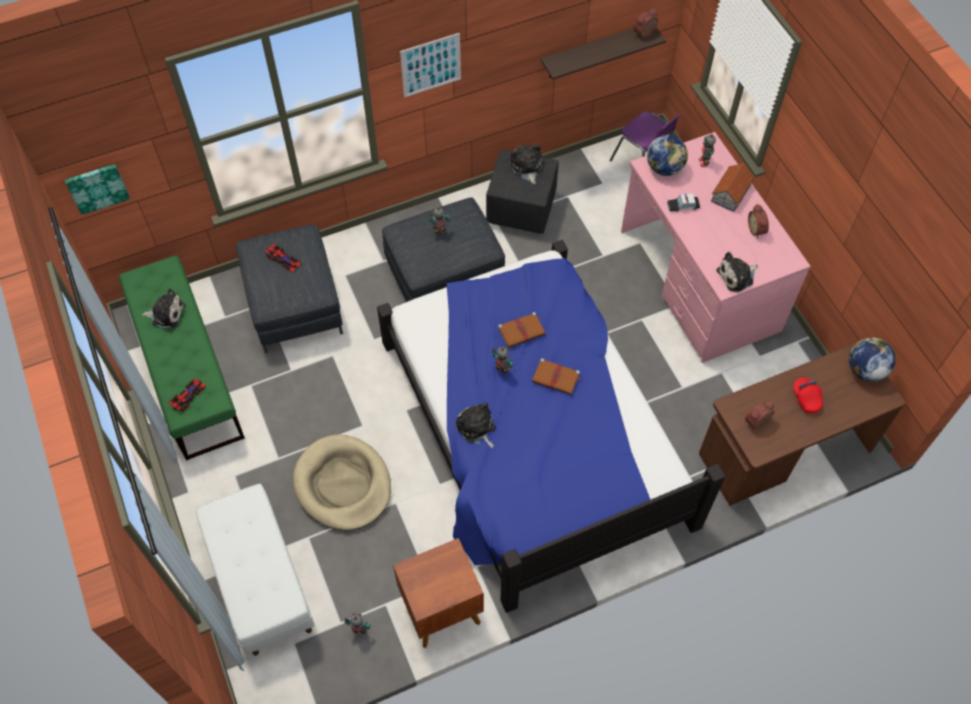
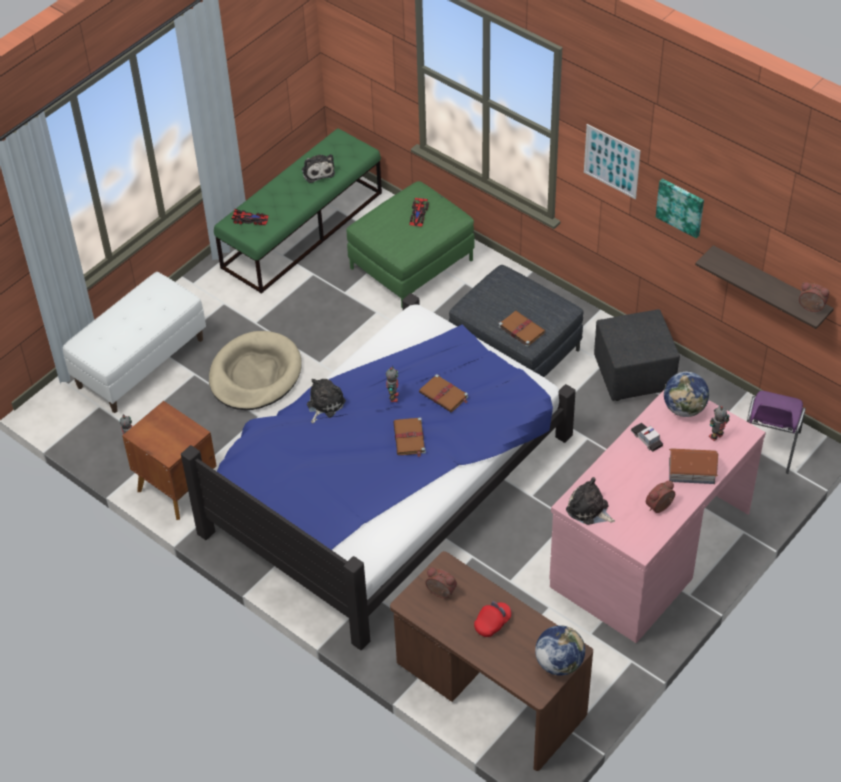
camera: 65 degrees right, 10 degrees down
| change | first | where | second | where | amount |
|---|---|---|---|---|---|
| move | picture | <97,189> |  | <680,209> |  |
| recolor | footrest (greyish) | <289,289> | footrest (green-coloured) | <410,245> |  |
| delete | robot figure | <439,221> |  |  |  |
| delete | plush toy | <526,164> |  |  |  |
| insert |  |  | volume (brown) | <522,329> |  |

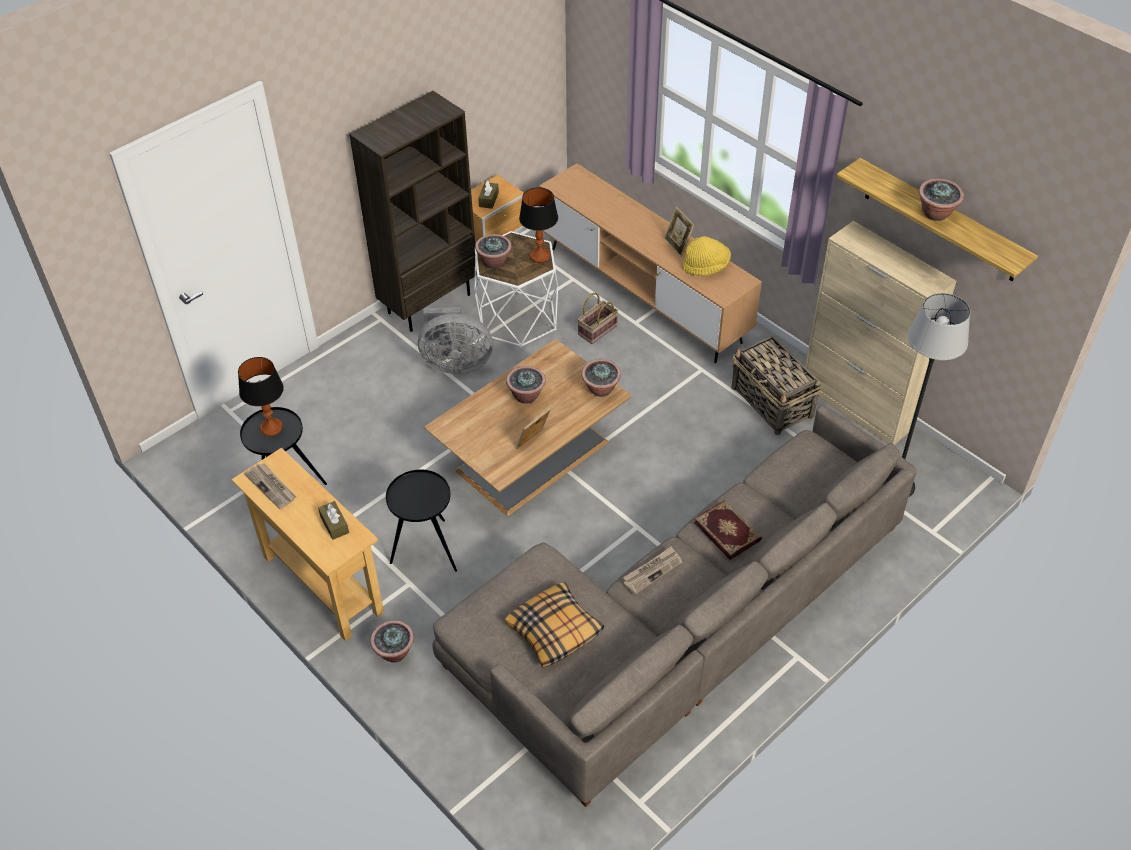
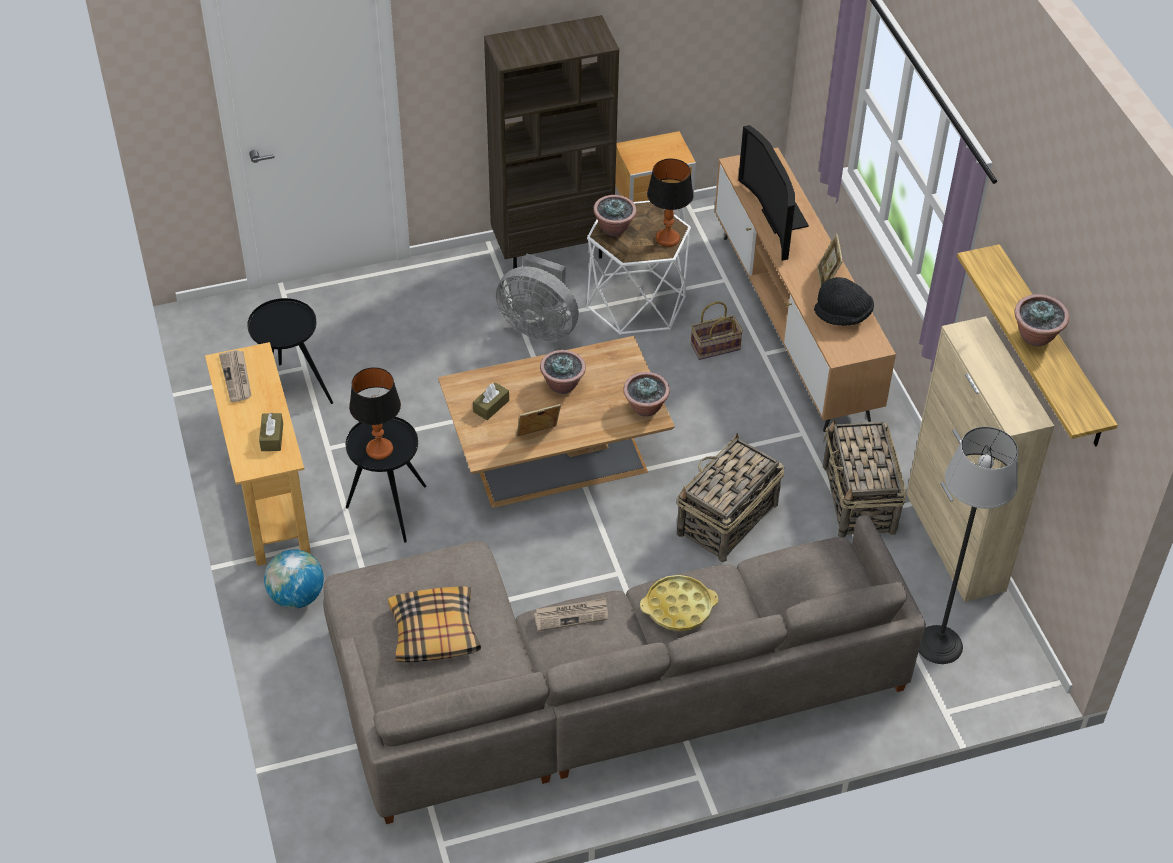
camera: 25 degrees right, 0 degrees up
| change | first | where | second | where | amount |
|---|---|---|---|---|---|
| move | lamp for a table | <261,396> |  | <375,413> |  |
| replace | potted plant | <392,641> | desk globe | <294,579> |  |
| move | tissue holder (brown) | <488,195> |  | <491,401> |  |
| recolor | clothing hat (yellow) | <707,256> | clothing hat (black) | <844,301> |  |
| replace | volume | <728,530> | tray (yellow) | <679,603> |  |
| insert |  |  | household basket | <731,497> |  |
| insert |  |  | television | <773,193> |  |

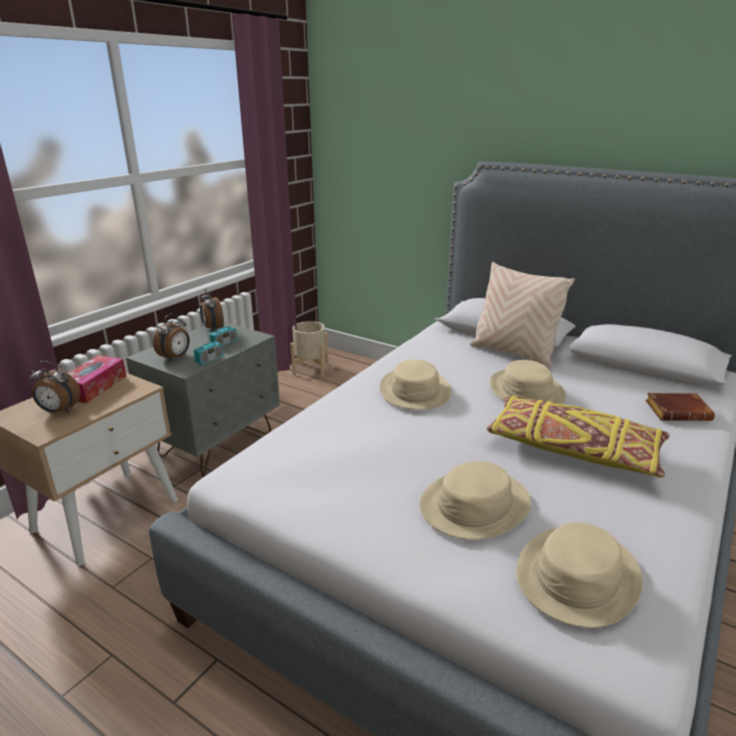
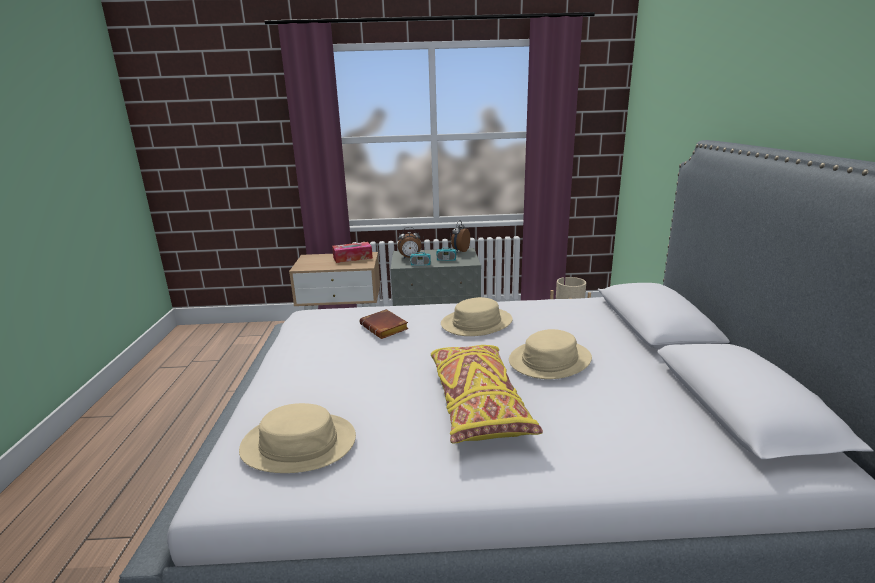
camera: 55 degrees right, 5 degrees down
| change | first | where | second | where | amount |
|---|---|---|---|---|---|
| delete | alarm clock | <55,387> |  |  |  |
| delete | clothing hat (beige-coloured) | <475,500> |  |  |  |
| delete | cushion (beige-coloured) | <522,314> |  |  |  |
| move | volume (brown) | <680,407> |  | <384,324> |  |

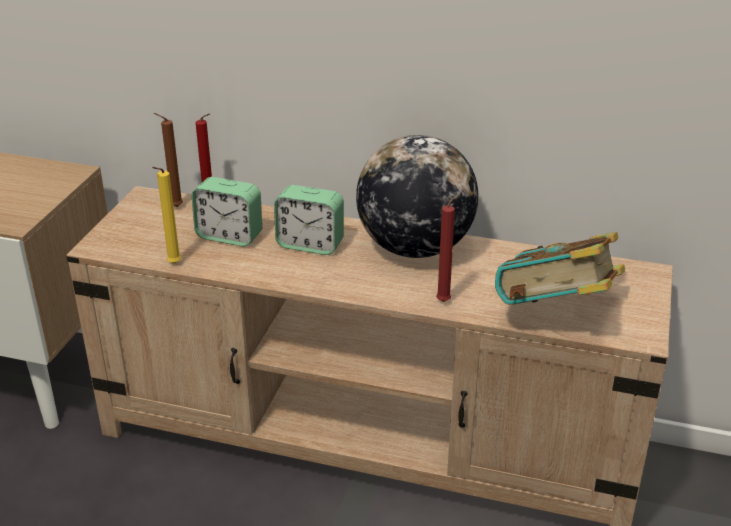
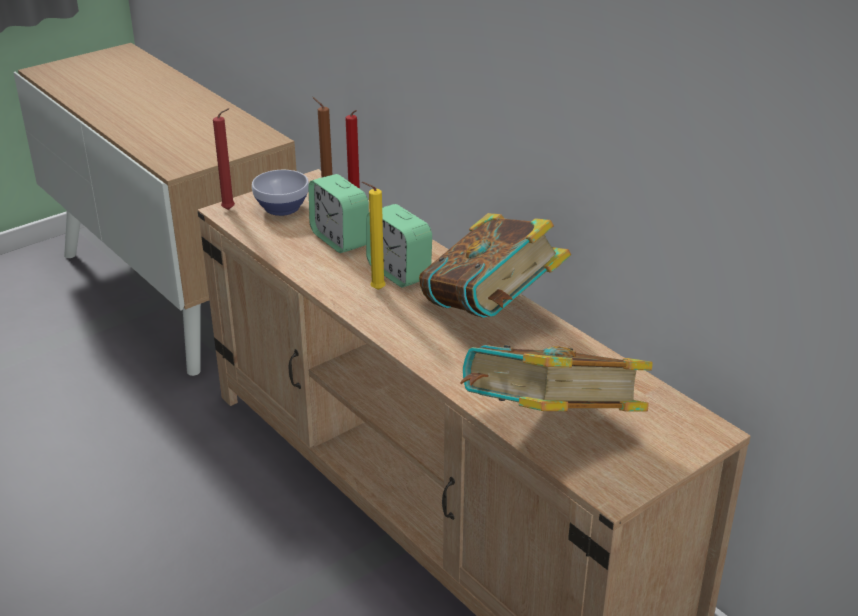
camera: 35 degrees right, 0 degrees up
| change | first | where | second | where | amount |
|---|---|---|---|---|---|
| move | wax candle (yellow) | <166,215> |  | <374,236> |  |
| replace | desk globe | <417,196> | volume | <495,265> |  |
| move | wax candle (reddish) | <448,248> |  | <224,159> |  |
| insert |  |  | bowl | <280,193> |  |

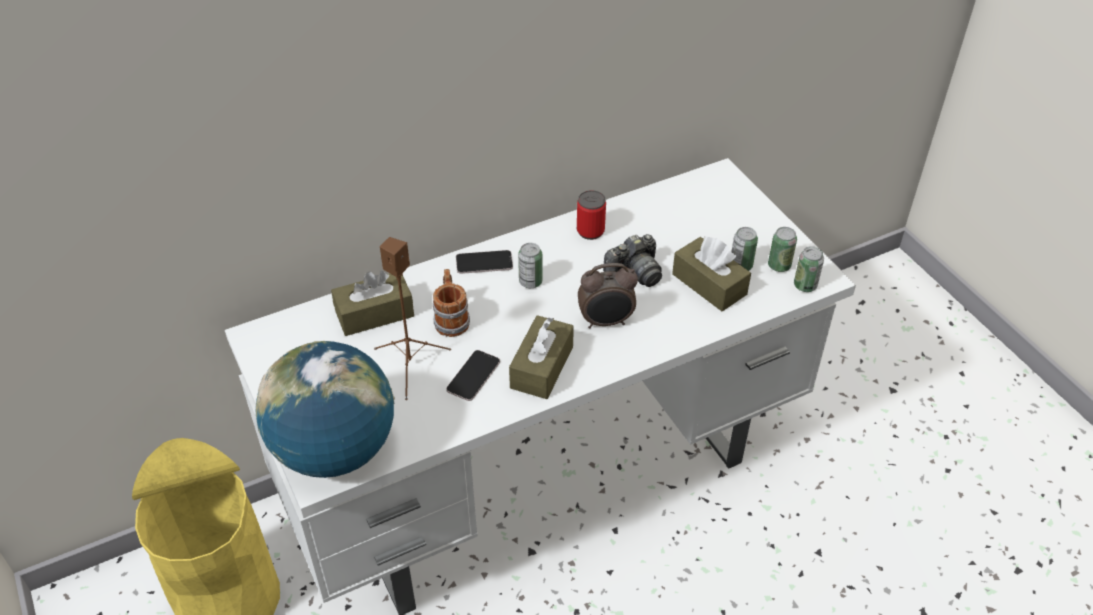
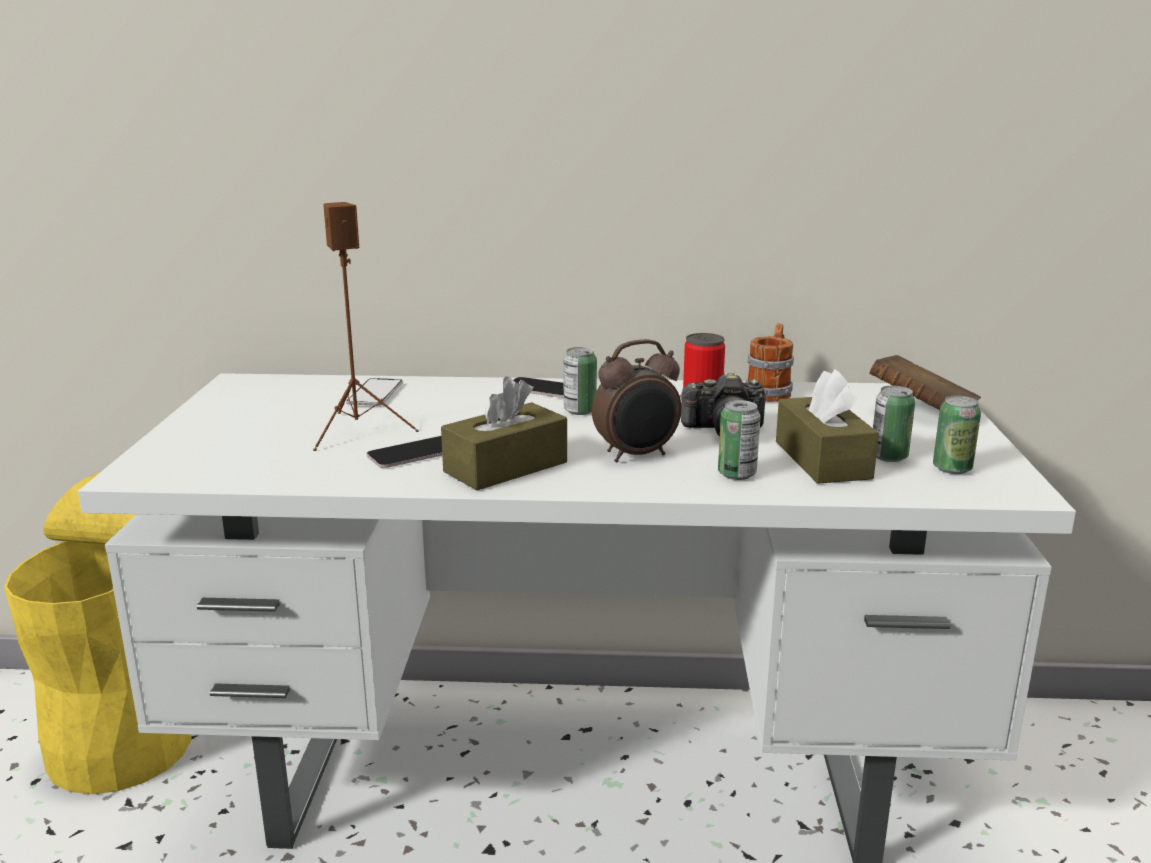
camera: 30 degrees right, 25 degrees down
| change | first | where | second | where | amount |
|---|---|---|---|---|---|
| delete | desk globe | <325,409> |  |  |  |
| replace | tissue holder (brown) | <372,303> | handset | <374,392> |  |
| move | mug | <451,303> |  | <770,362> |  |
| rotate | alarm clock | <608,295> |  | <636,400> | 45 degrees counterclockwise |
| move | metal can | <809,269> |  | <739,440> |  |
| insert |  |  | volume (brown) | <925,382> |  |

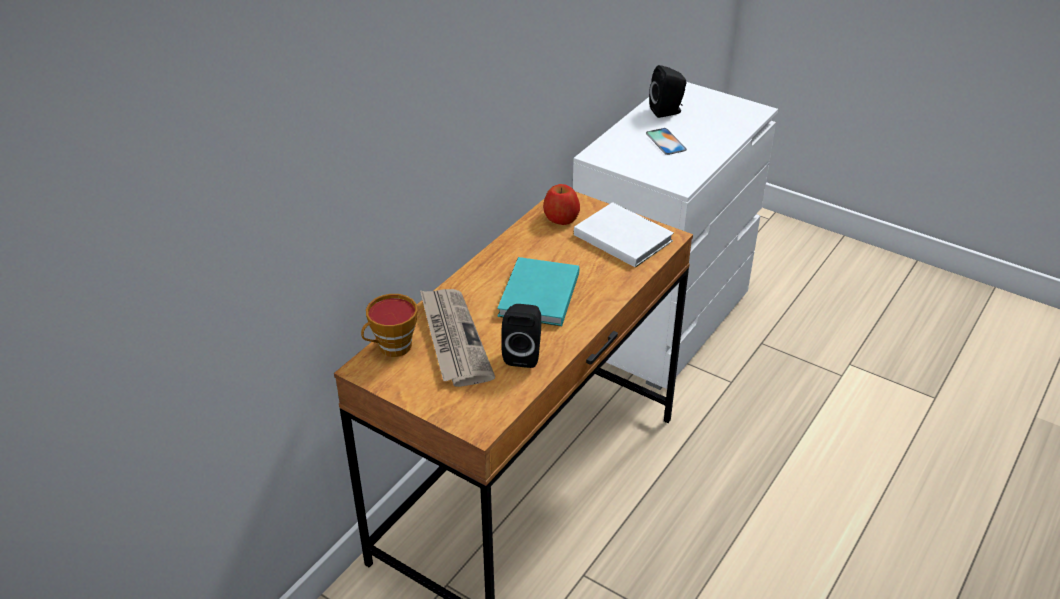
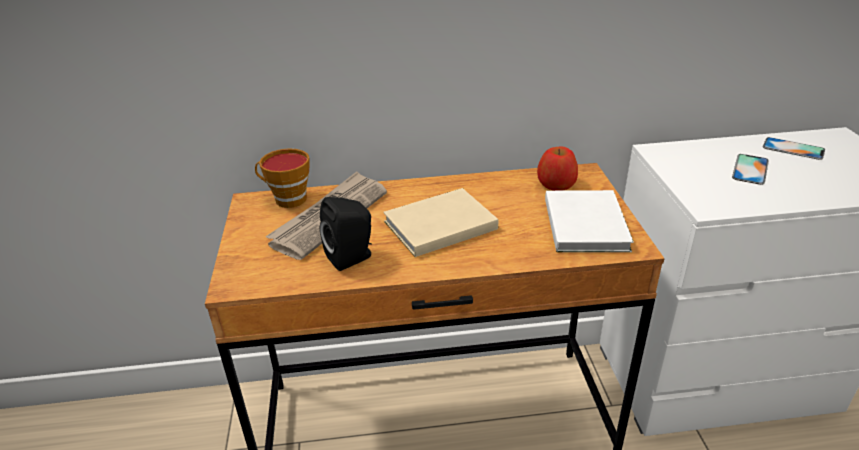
camera: 50 degrees right, 5 degrees down
| change | first | where | second | where | amount |
|---|---|---|---|---|---|
| recolor | volume (blue-green) | <538,291> | volume (beige-coloured) | <440,222> |  |
| replace | speaker (black) | <667,91> | handset | <794,148> |  |

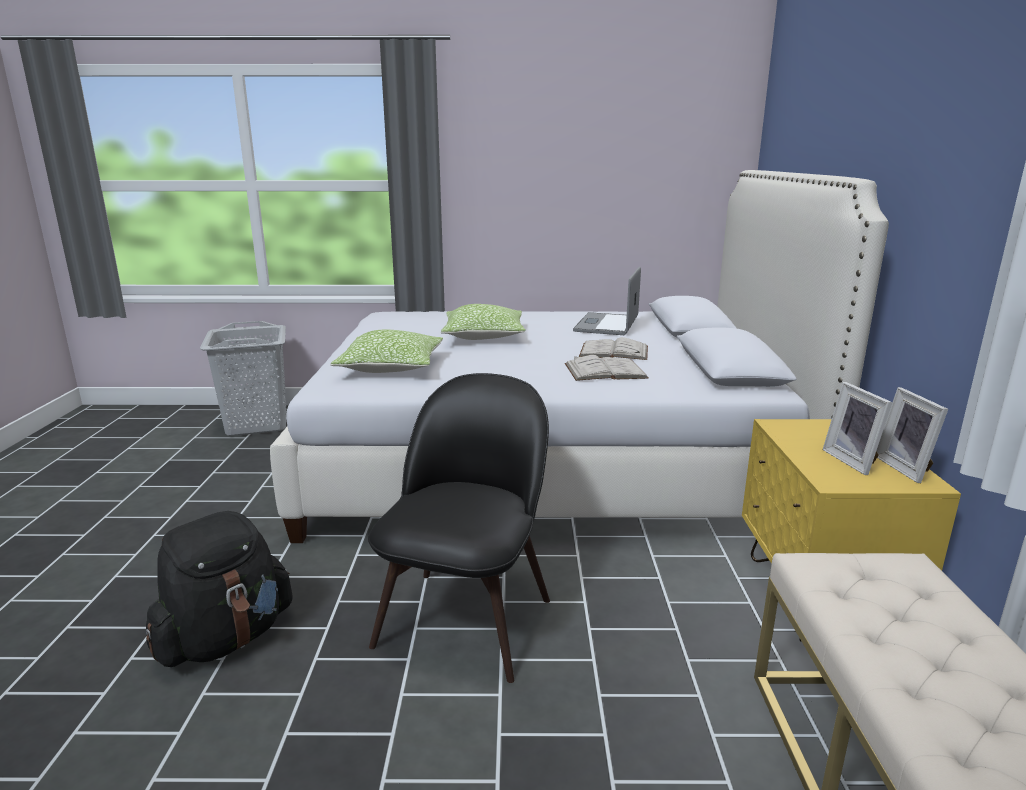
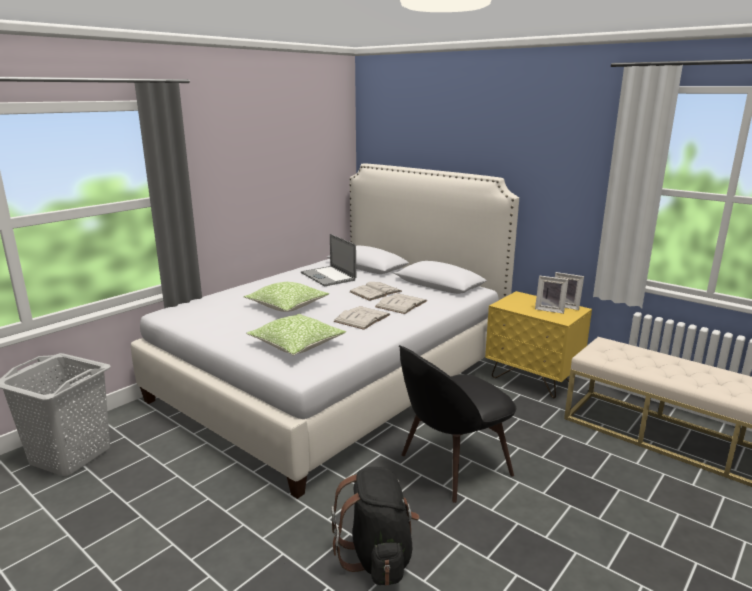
camera: 50 degrees left, 0 degrees up
| change | first | where | second | where | amount |
|---|---|---|---|---|---|
| rotate | upright chair (black) | <459,528> |  | <457,424> | 90 degrees counterclockwise |
| insert |  |  | volume (white) | <362,318> |  |

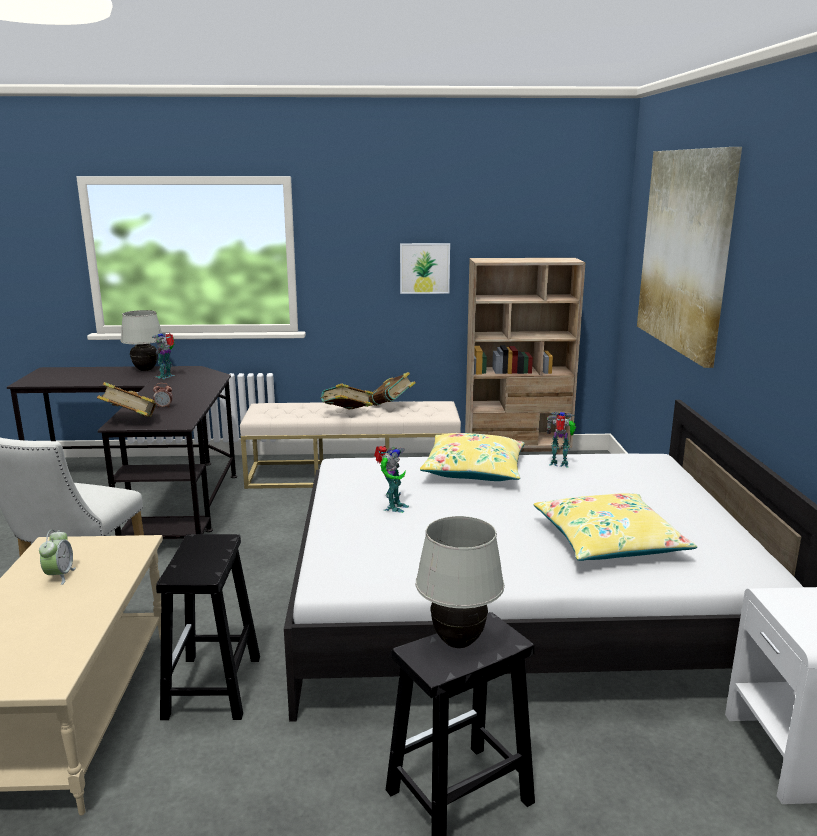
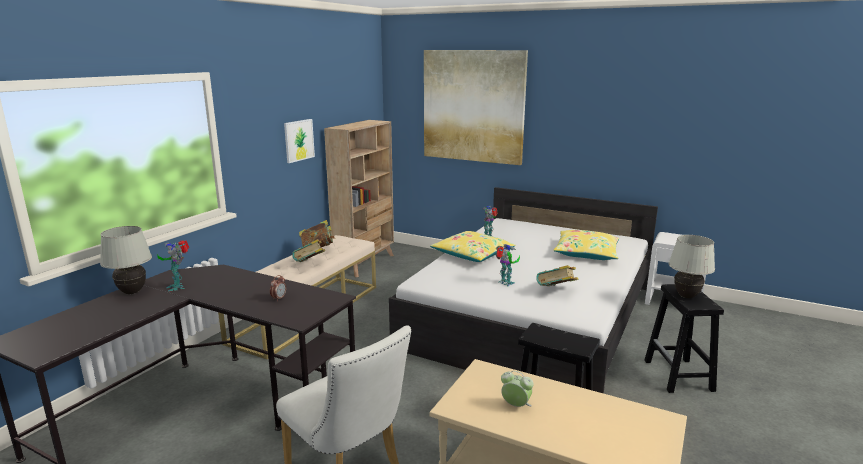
camera: 60 degrees left, 0 degrees up
| change | first | where | second | where | amount |
|---|---|---|---|---|---|
| move | volume | <126,399> |  | <557,275> |  |

